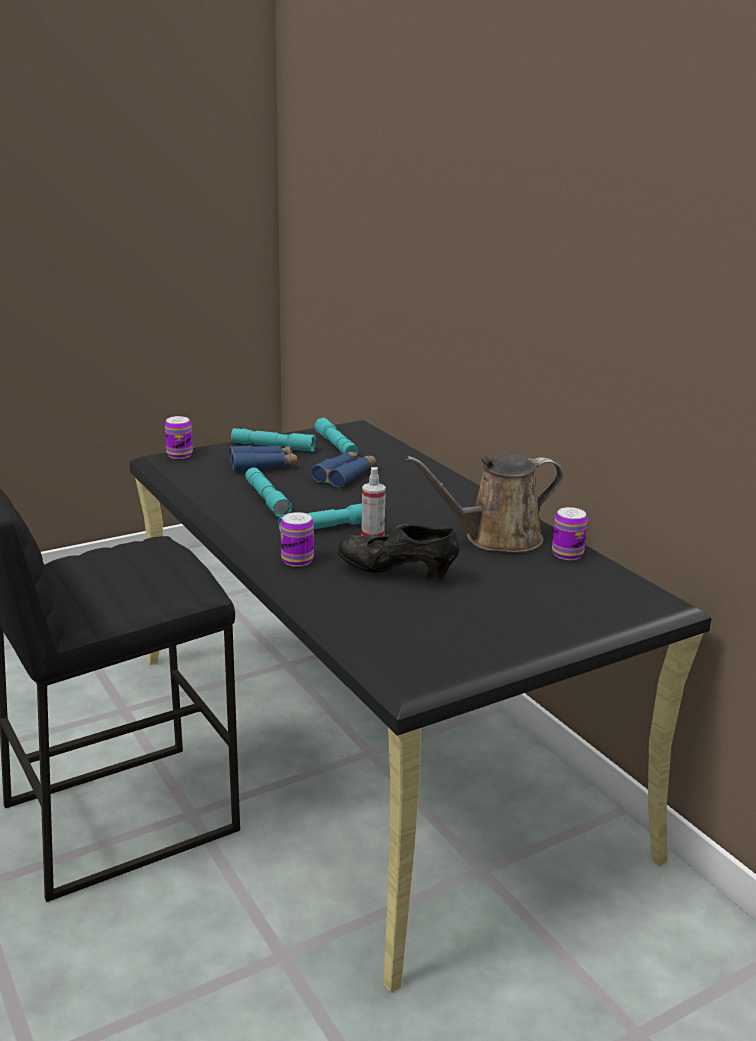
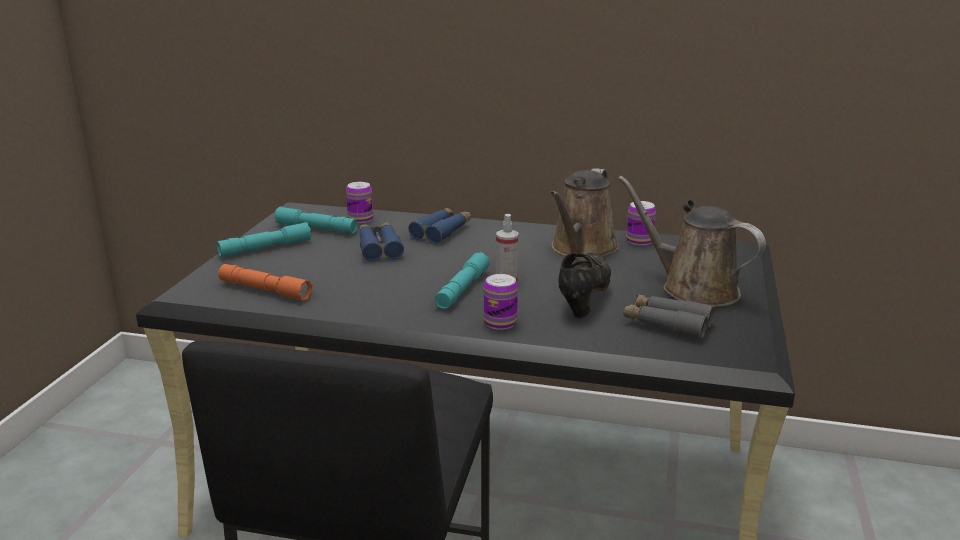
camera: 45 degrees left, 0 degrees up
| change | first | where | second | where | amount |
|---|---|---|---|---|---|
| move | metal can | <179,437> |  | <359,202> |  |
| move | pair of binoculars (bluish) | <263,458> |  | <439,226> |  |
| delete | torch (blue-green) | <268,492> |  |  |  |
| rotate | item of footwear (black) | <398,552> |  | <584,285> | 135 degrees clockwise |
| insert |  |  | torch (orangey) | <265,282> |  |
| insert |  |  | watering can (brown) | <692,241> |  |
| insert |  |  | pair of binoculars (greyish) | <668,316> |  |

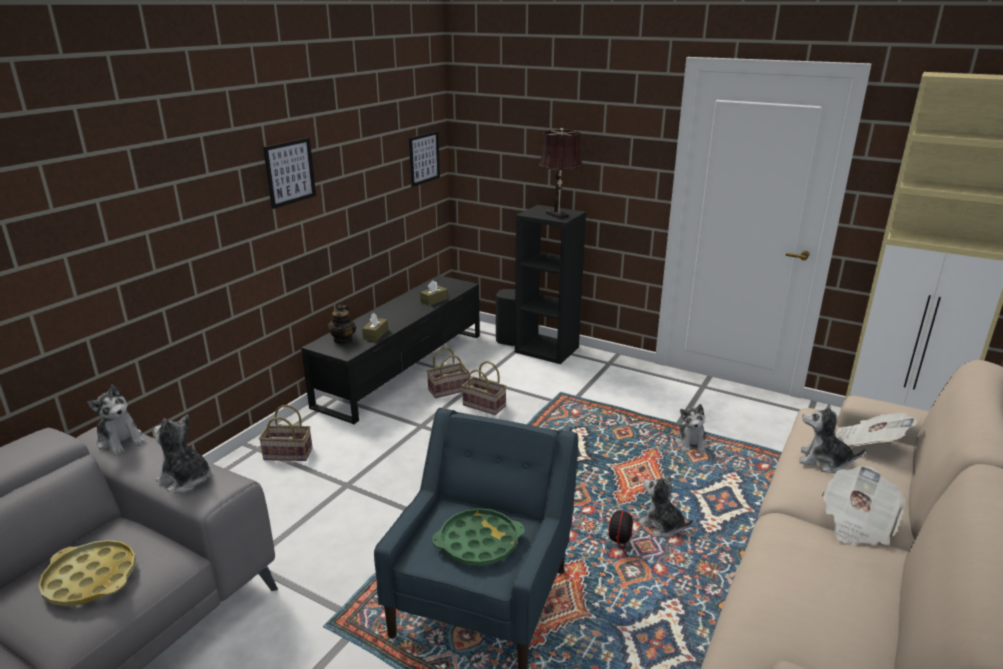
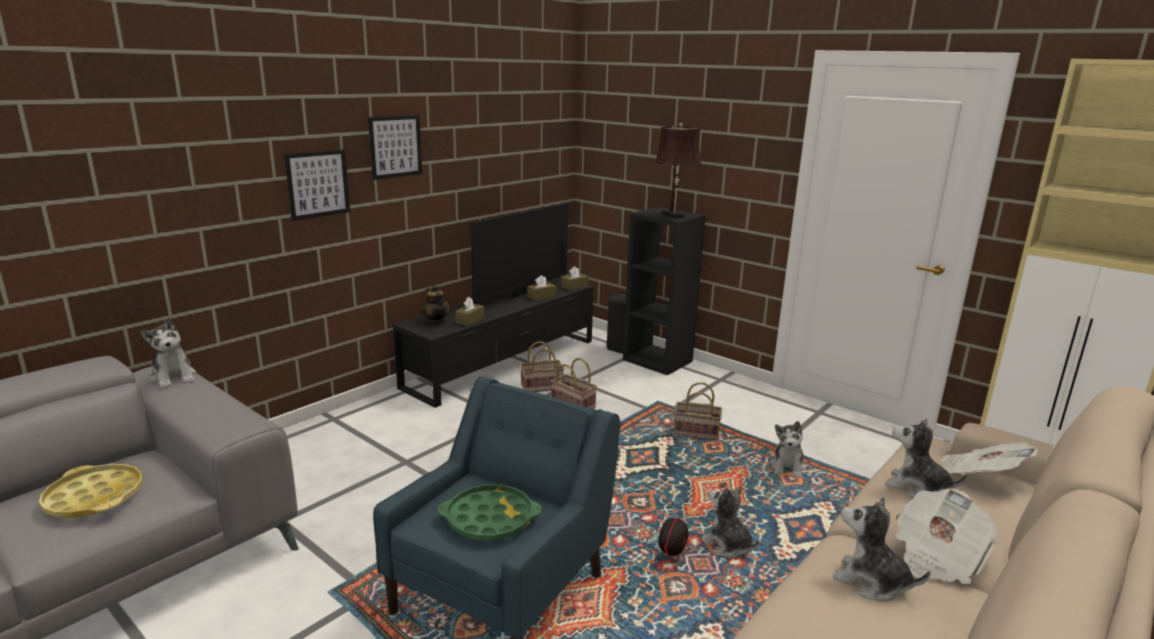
camera: 10 degrees right, 5 degrees down
| change | first | where | second | where | amount |
|---|---|---|---|---|---|
| move | plush toy | <182,453> |  | <881,549> |  |
| move | household basket | <286,433> |  | <698,411> |  |
| rotate | pot for tea | <341,324> |  | <435,305> | 45 degrees counterclockwise |
| move | picture | <424,159> |  | <317,185> |  |
| insert |  |  | television | <519,253> |  |
| insert |  |  | tissue holder (brown) | <574,278> |  |

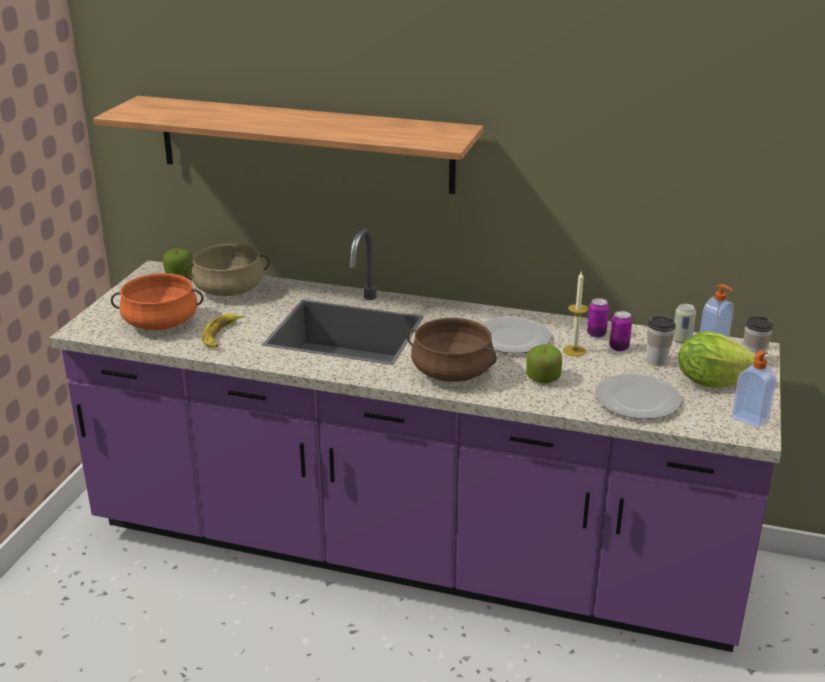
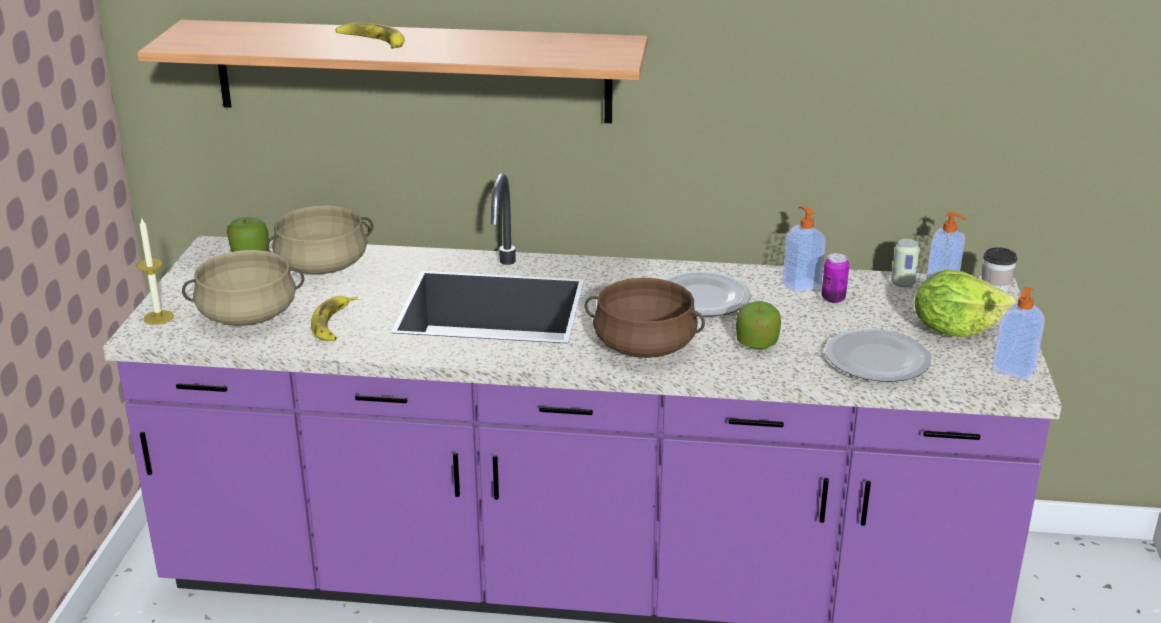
camera: 10 degrees left, 0 degrees up
| change | first | where | second | where | amount |
|---|---|---|---|---|---|
| recolor | saucepot (orangey) | <157,301> | saucepot (beige-coloured) | <243,288> |  |
| move | wax candle | <576,314> |  | <155,271> |  |
| replace | metal can | <598,318> | soap bottle | <804,249> |  |
| delete | drinking cup | <661,341> |  |  |  |
| insert |  |  | banana | <370,36> |  |

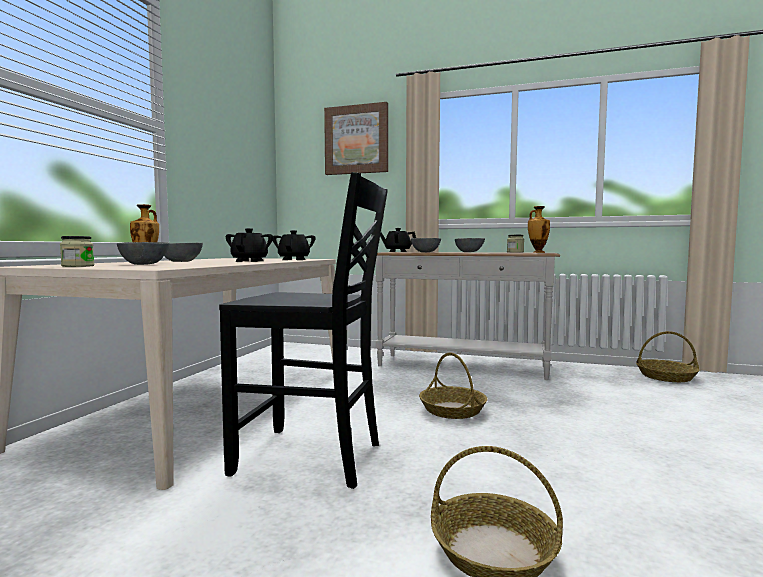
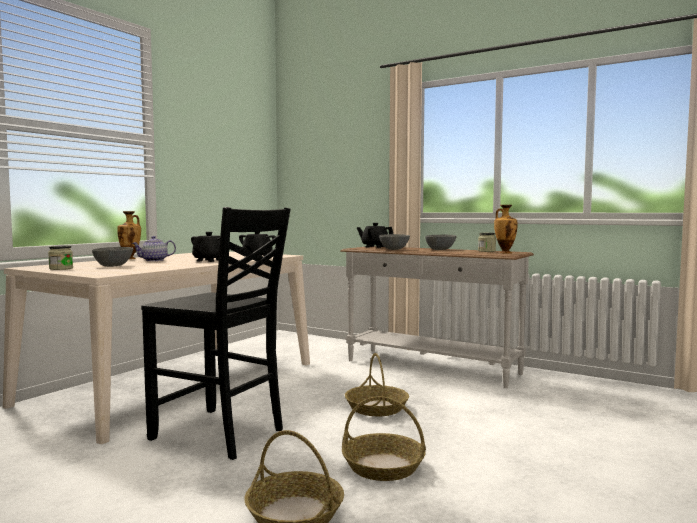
camera: 15 degrees right, 0 degrees up
| change | first | where | second | where | amount |
|---|---|---|---|---|---|
| replace | bowl (greyish) | <183,252> | pot for tea | <154,248> |  |
| delete | picture | <356,138> |  |  |  |
| move | household basket | <667,356> |  | <384,438> |  |

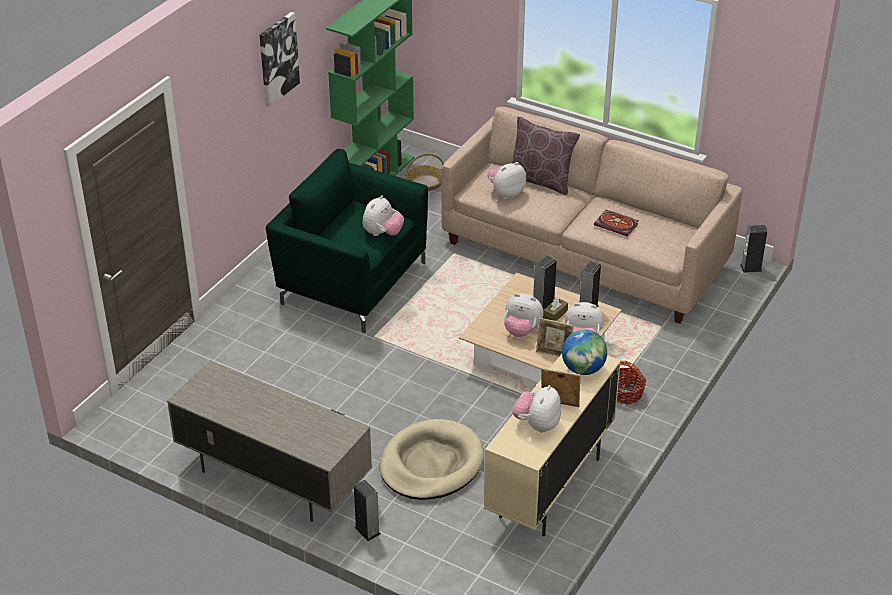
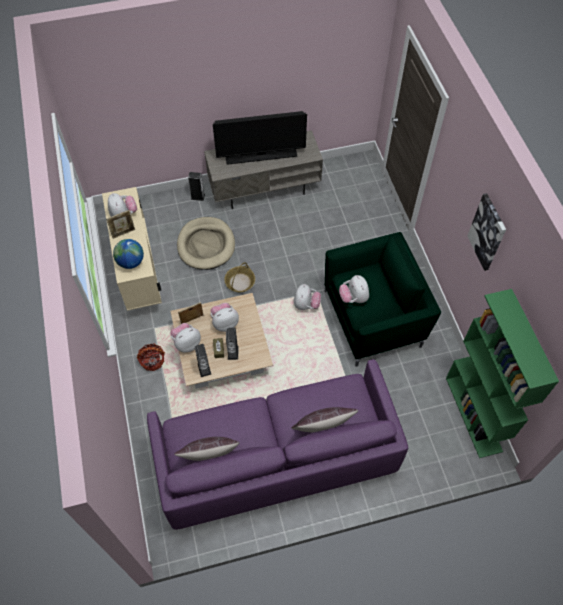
camera: 135 degrees right, 20 degrees up
| change | first | where | second | where | amount |
|---|---|---|---|---|---|
| move | household basket | <424,172> |  | <239,277> |  |
| recolor | sofa (beige-coloured) | <591,215> | sofa (purple) | <277,444> |  |
| move | plush toy | <506,180> |  | <307,297> |  |
| delete | volume | <616,223> |  |  |  |
| delete | speaker | <753,249> |  |  |  |
| insert |  |  | cushion (brown) | <206,449> |  |
| insert |  |  | television | <260,138> |  |

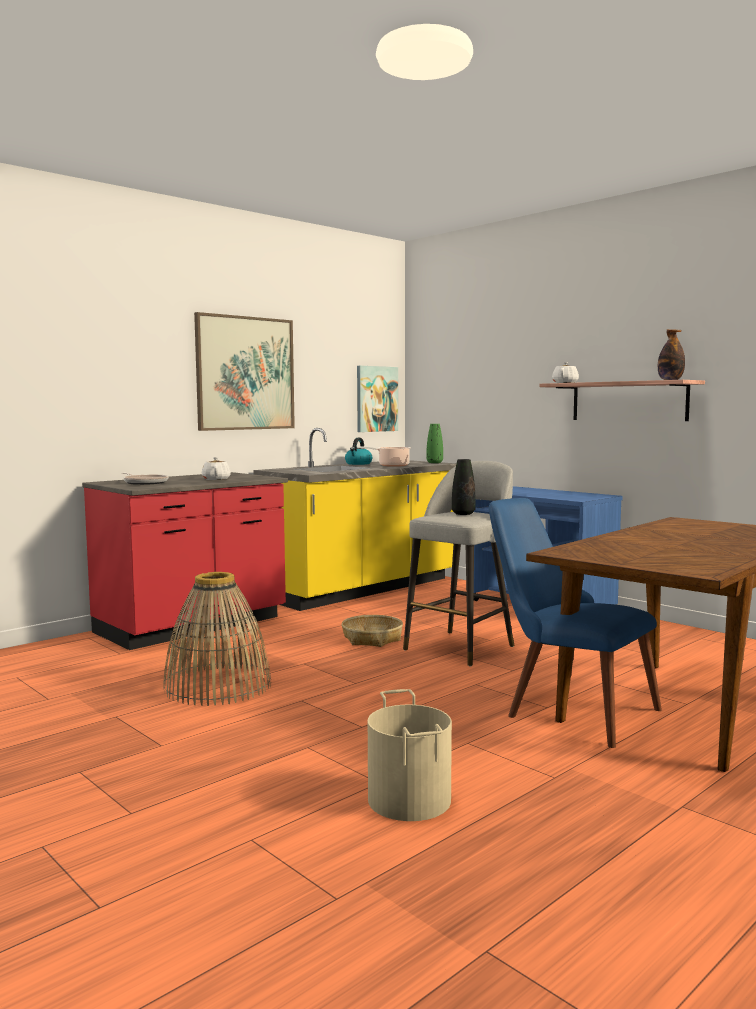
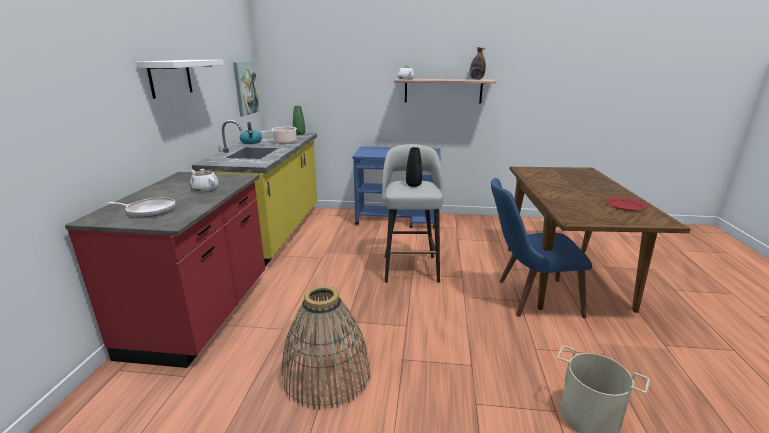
camera: 40 degrees left, 15 degrees up
| change | first | where | second | where | amount |
|---|---|---|---|---|---|
| replace | picture | <244,371> | wall shelf (white) | <180,79> |  |
| delete | household basket | <372,631> |  |  |  |
| insert |  |  | flat dish (reddish) | <626,204> |  |

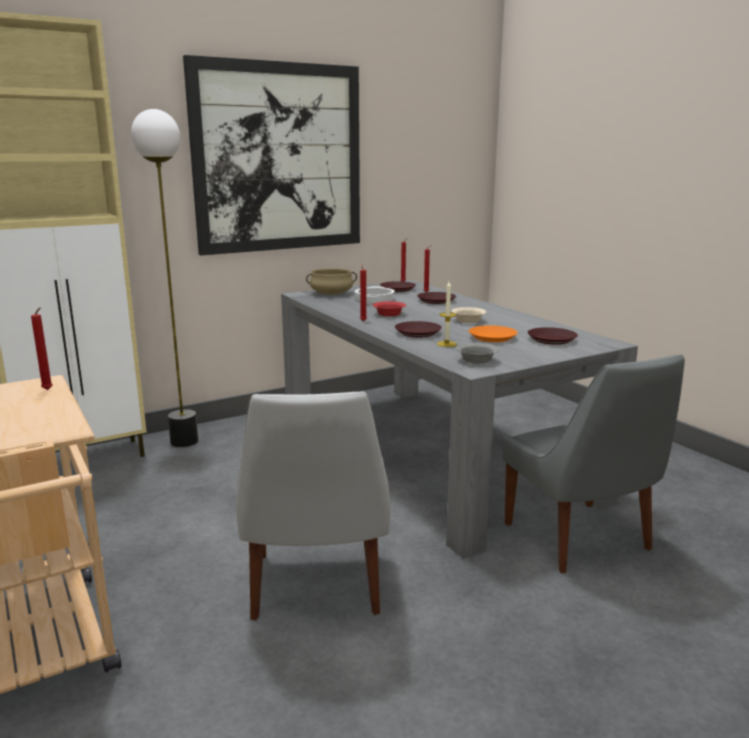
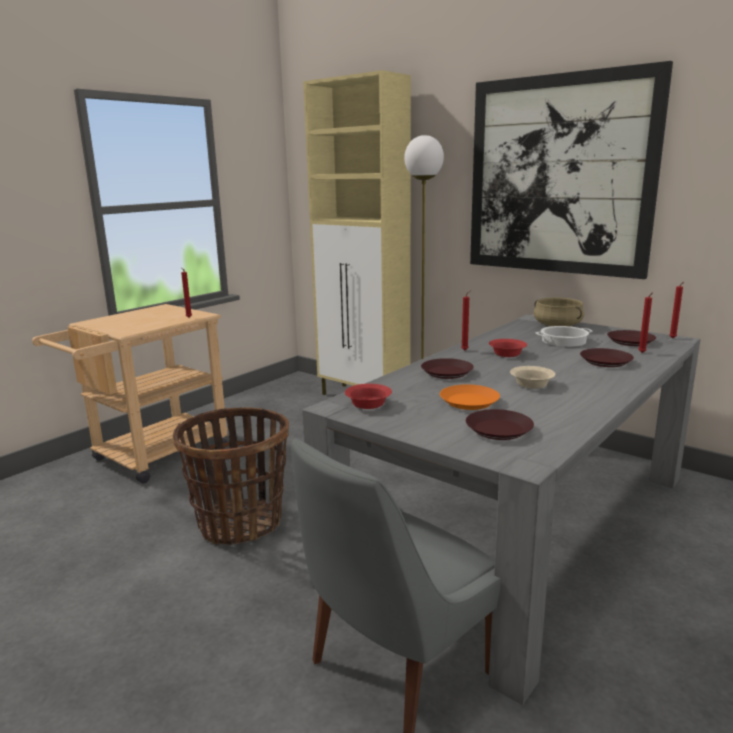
camera: 70 degrees right, 0 degrees up
| change | first | where | second | where | amount |
|---|---|---|---|---|---|
| replace | upright chair (white) | <313,506> | household basket | <231,476> |  |
| delete | wax candle | <447,314> |  |  |  |
| recolor | bowl (greyish) | <477,352> | bowl (reddish) | <368,396> |  |

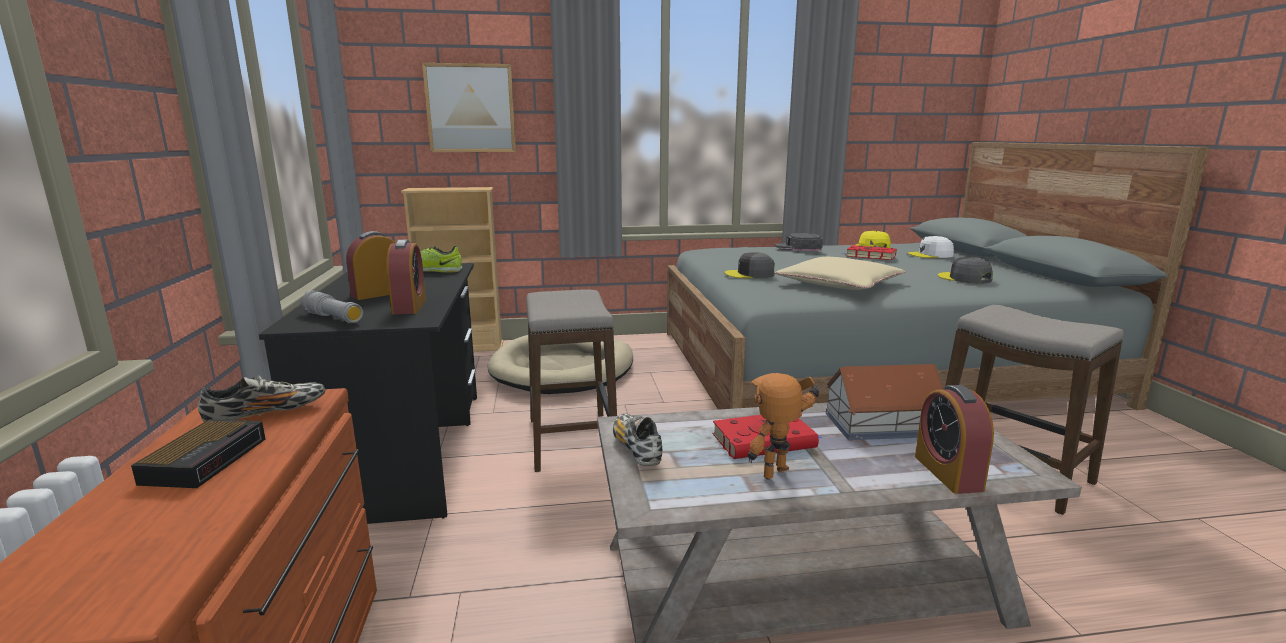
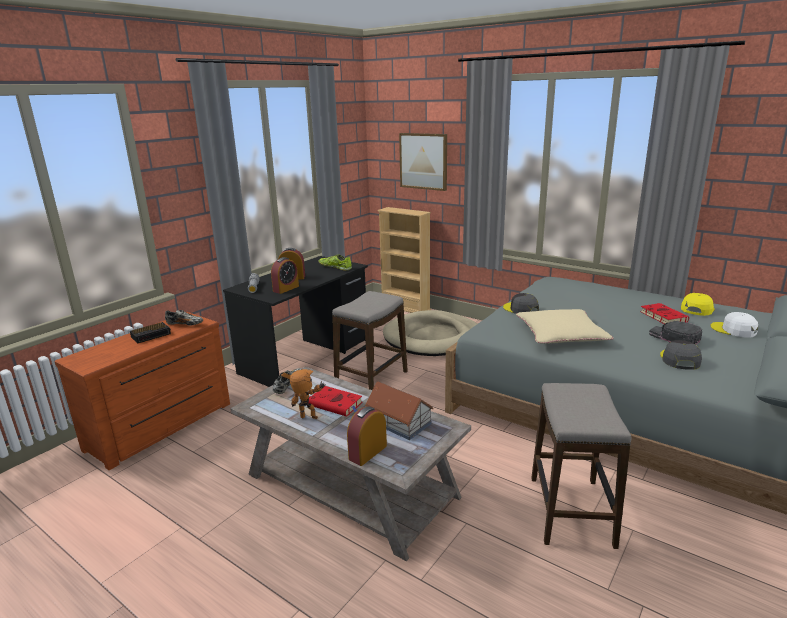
camera: 45 degrees right, 5 degrees up
| change | first | where | second | where | amount |
|---|---|---|---|---|---|
| move | peaked cap (black) | <799,242> |  | <675,333> |  |

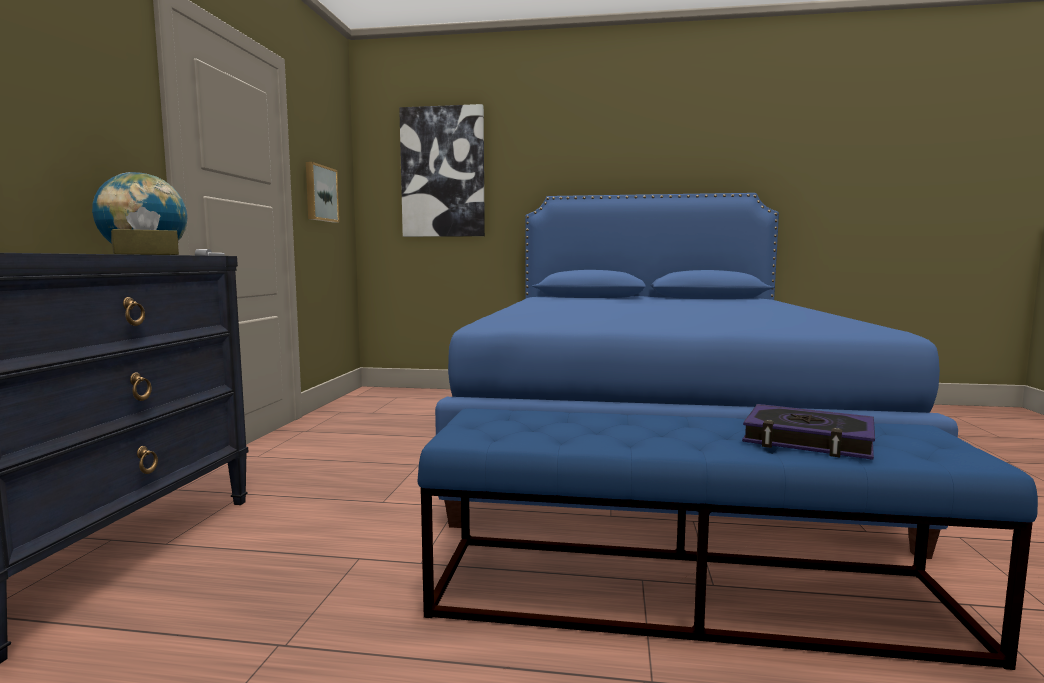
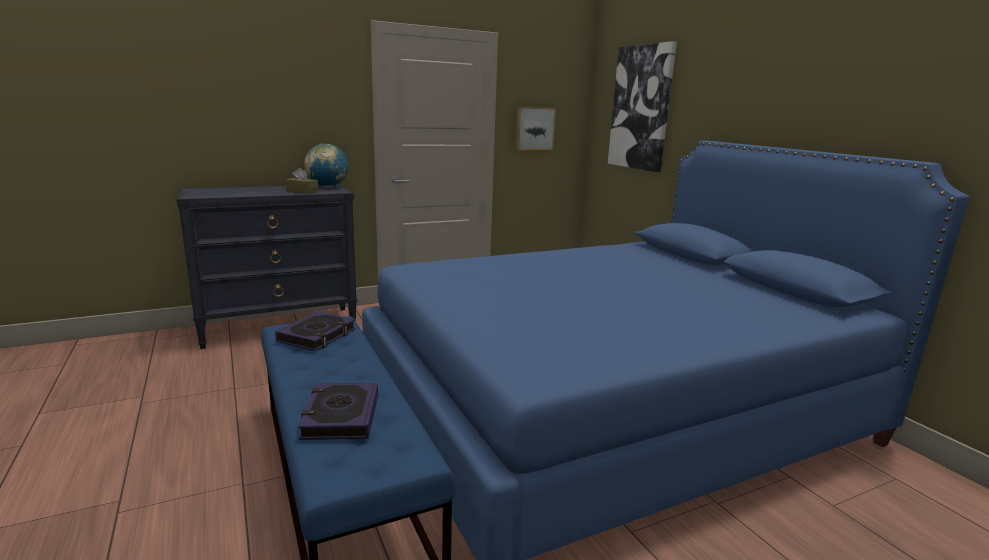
camera: 55 degrees right, 10 degrees up
| change | first | where | second | where | amount |
|---|---|---|---|---|---|
| insert |  |  | volume | <315,331> |  |

